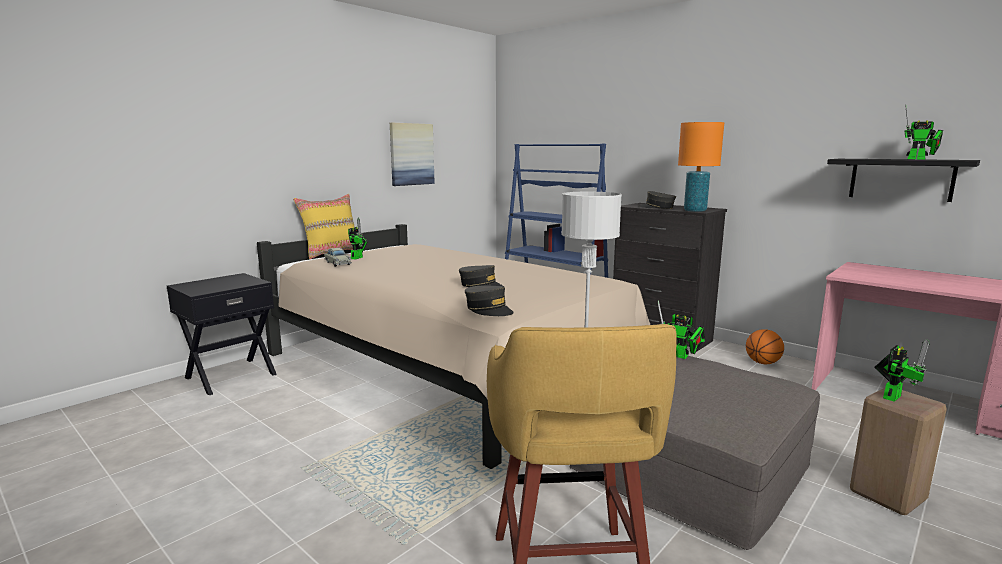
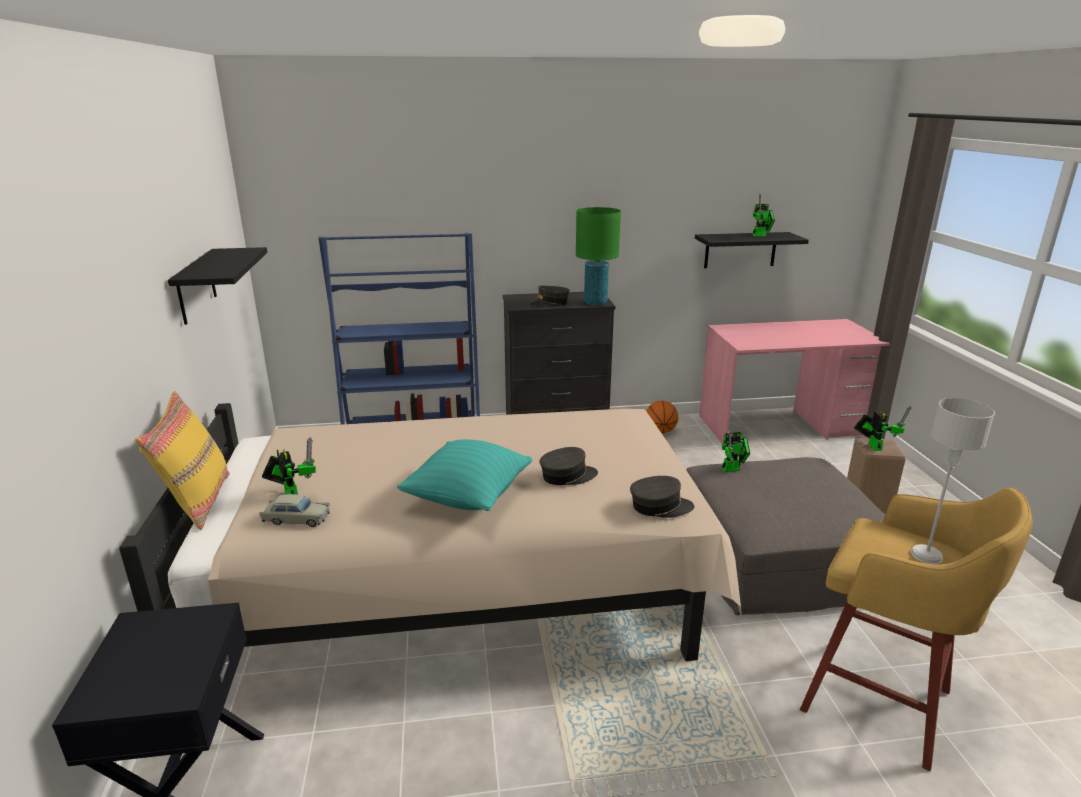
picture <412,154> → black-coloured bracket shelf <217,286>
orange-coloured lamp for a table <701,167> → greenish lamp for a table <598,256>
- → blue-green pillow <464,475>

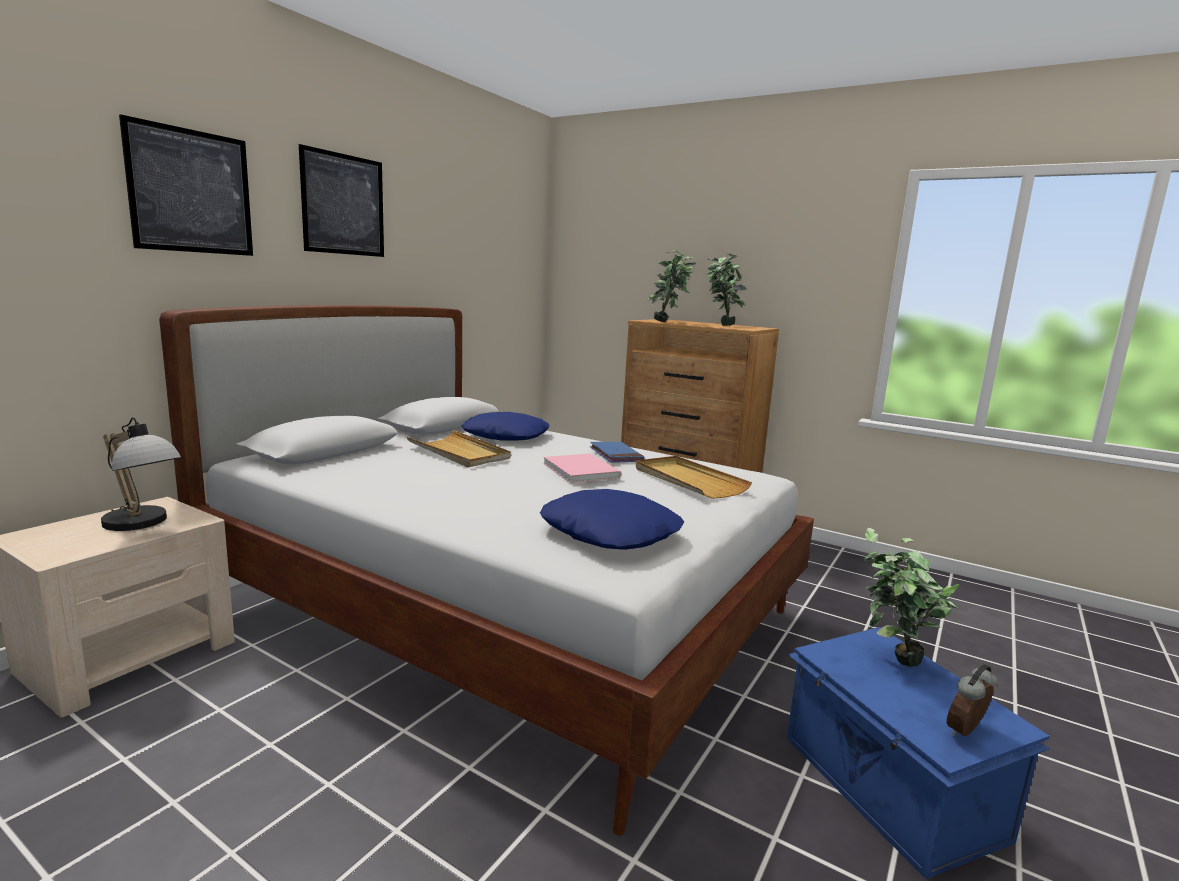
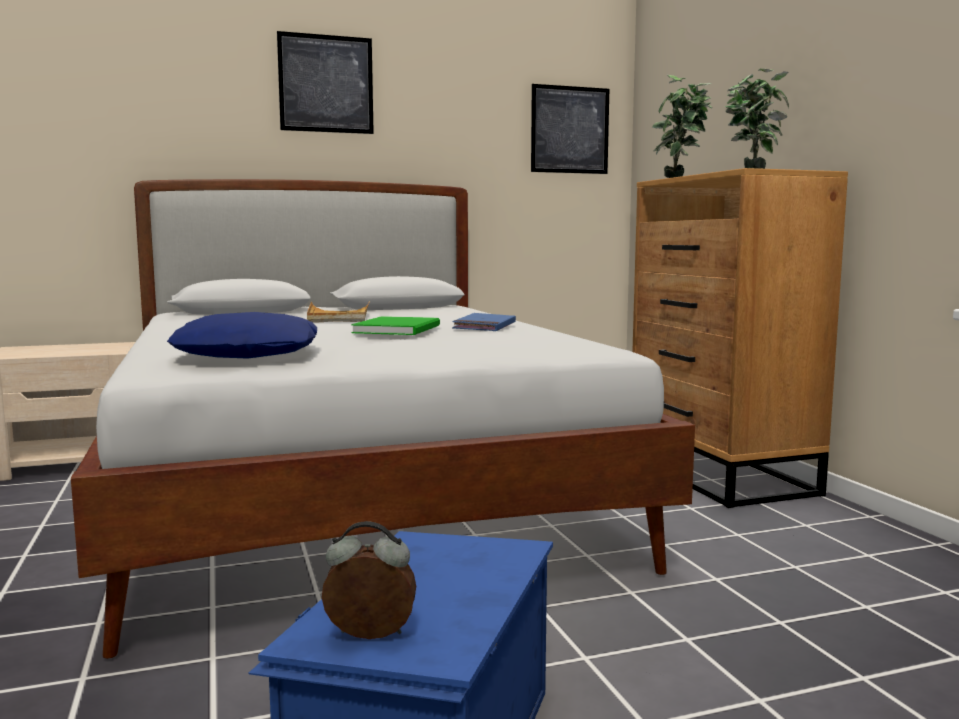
lamp for a table <141,474> → -
picture <186,185> → picture <570,129>, moved
blue-coloured pillow <506,426> → -
pink-coloured bound book <582,468> → greenish bound book <395,325>
beige tray <694,477> → -
potted plant <911,597> → -

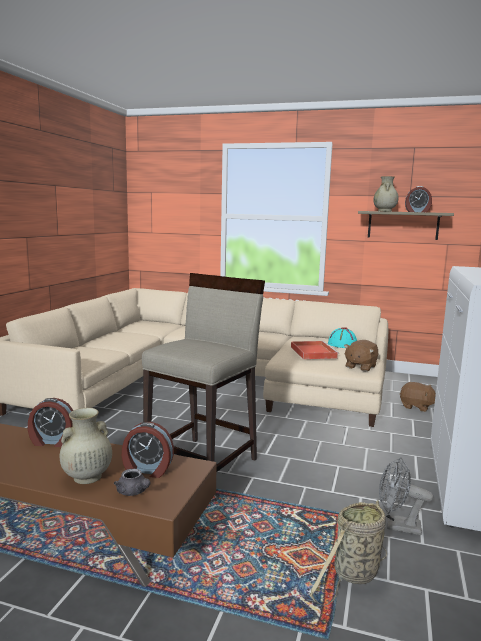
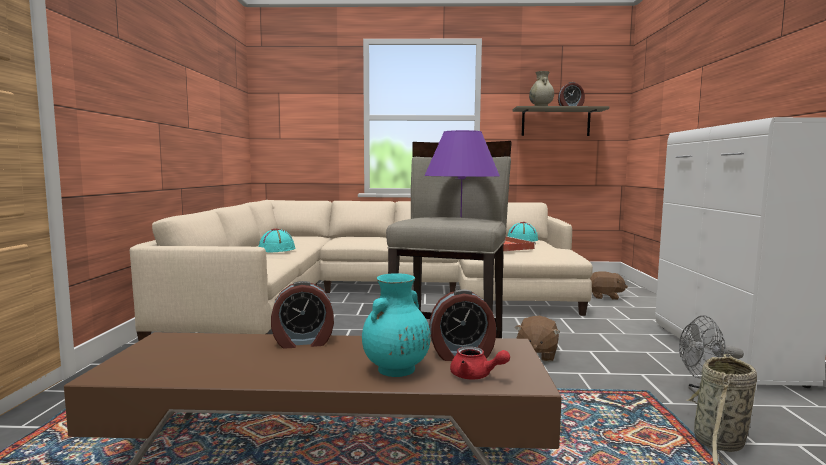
beige flower vase <86,446> → blue-green flower vase <396,325>
grey pot for tea <132,482> → red-coloured pot for tea <480,363>
brown cuddly toy <361,356> → brown cuddly toy <537,339>, moved
- → blue-green clothing hat <277,240>
- → purple lamp for a table <462,173>

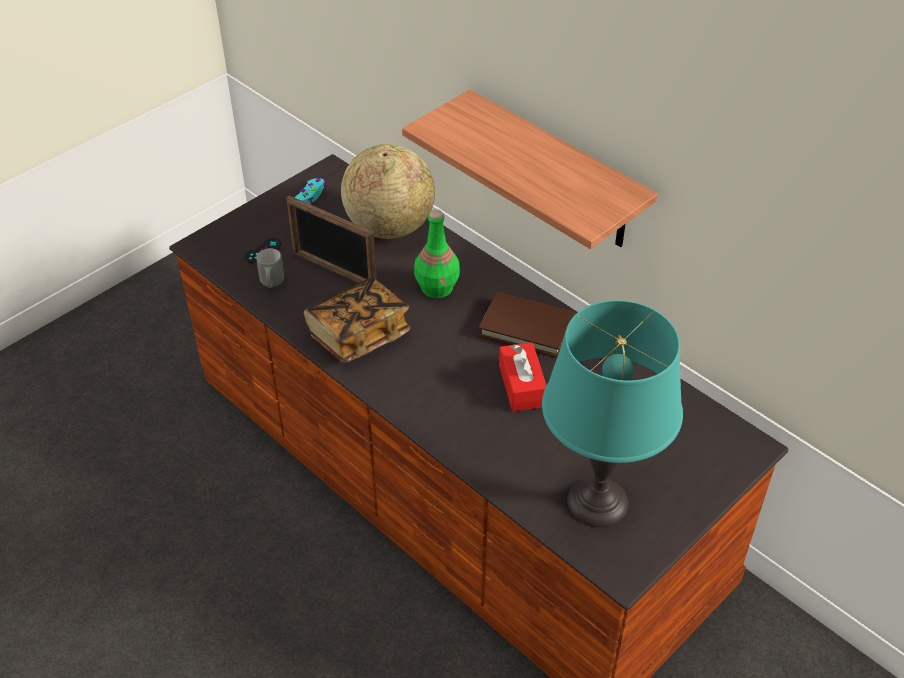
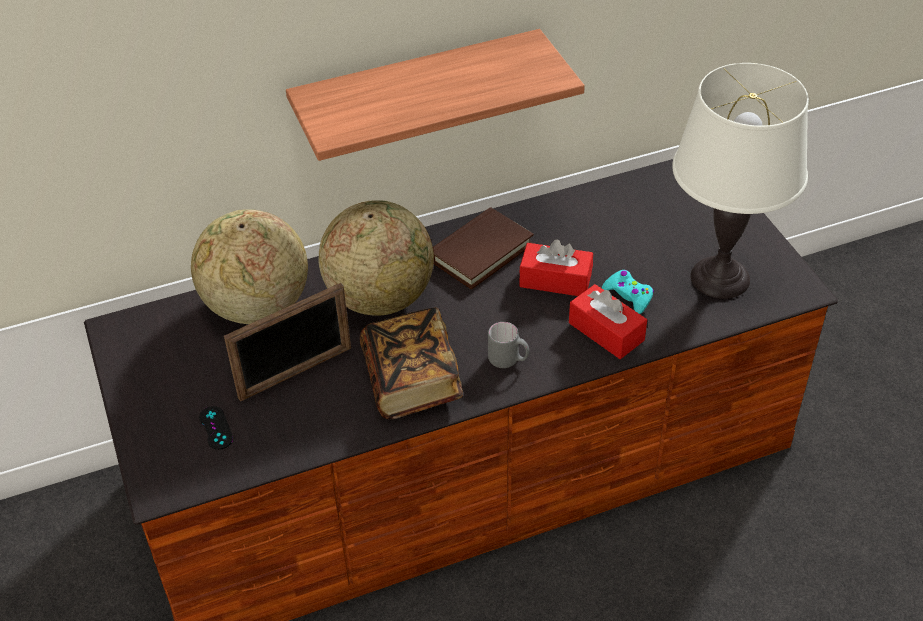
grey coffee mug <270,268> → grey coffee mug <508,345>, moved
blue-green gamepad <310,191> → blue-green gamepad <628,292>, moved
greenish drink bottle <437,253> → globe <376,258>
blue-green lamp for a table <612,413> → white-coloured lamp for a table <740,181>
- → red-coloured tissue box <608,321>

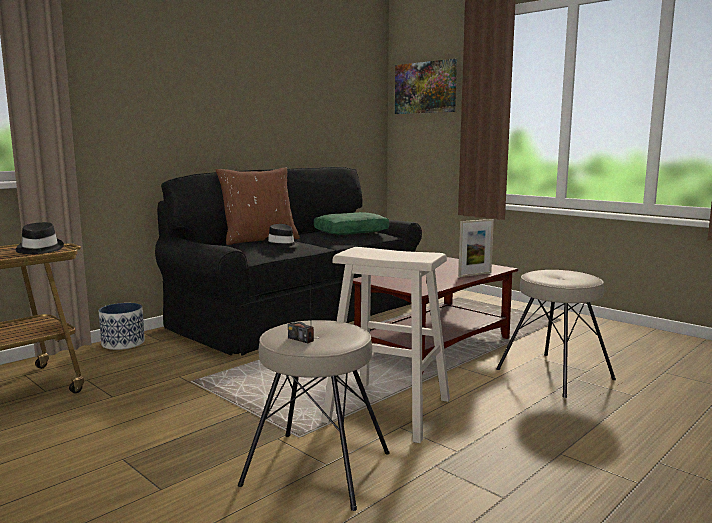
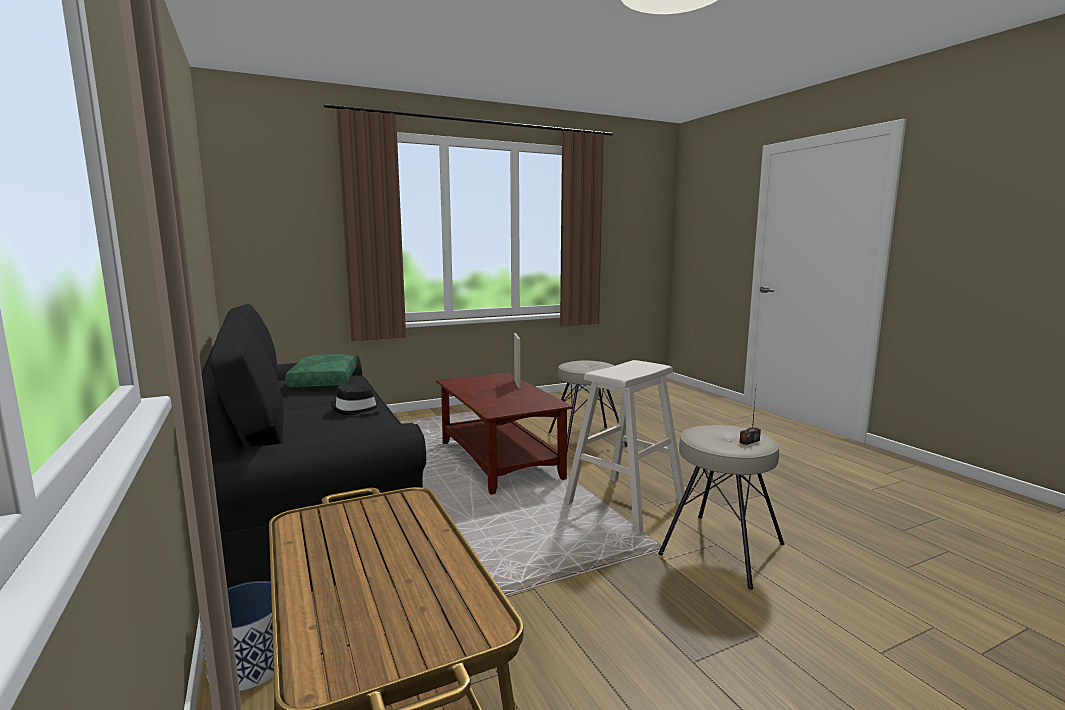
black-coloured clothing hat <40,238> → -
brown pillow <258,206> → -
picture <426,86> → -

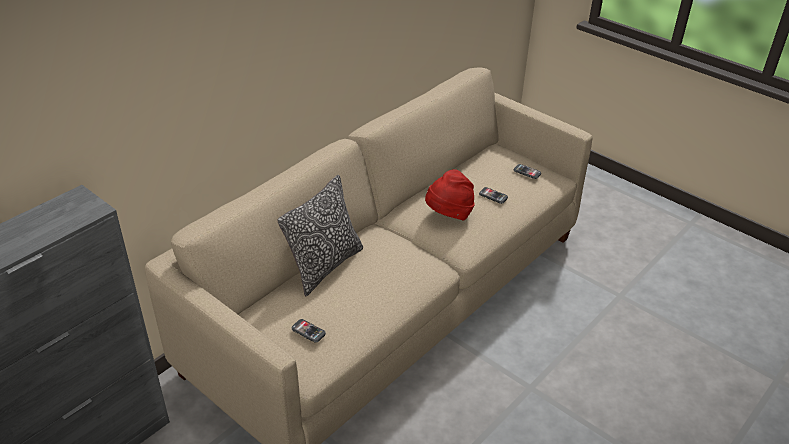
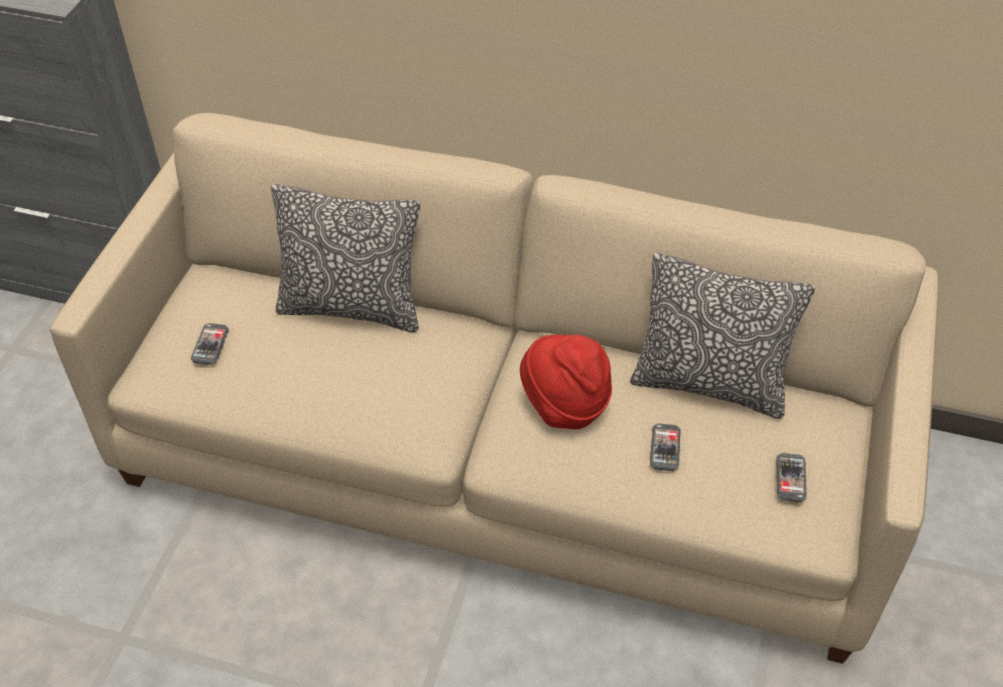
- → pillow <722,336>

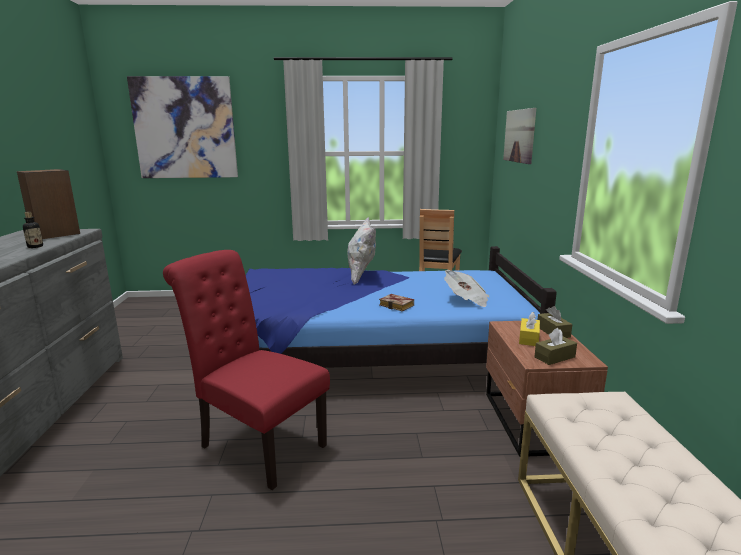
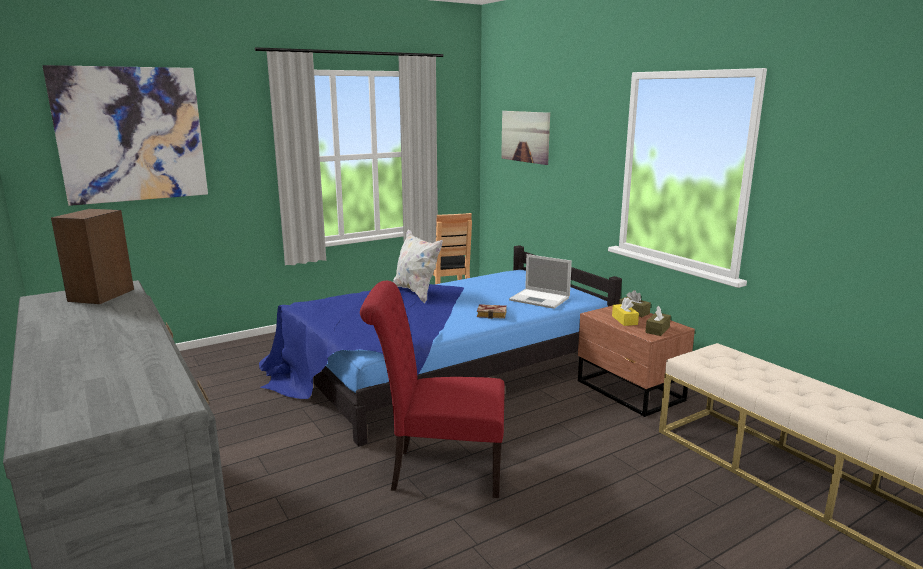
drink bottle <33,230> → -
printed paper <466,288> → portable computer <540,281>

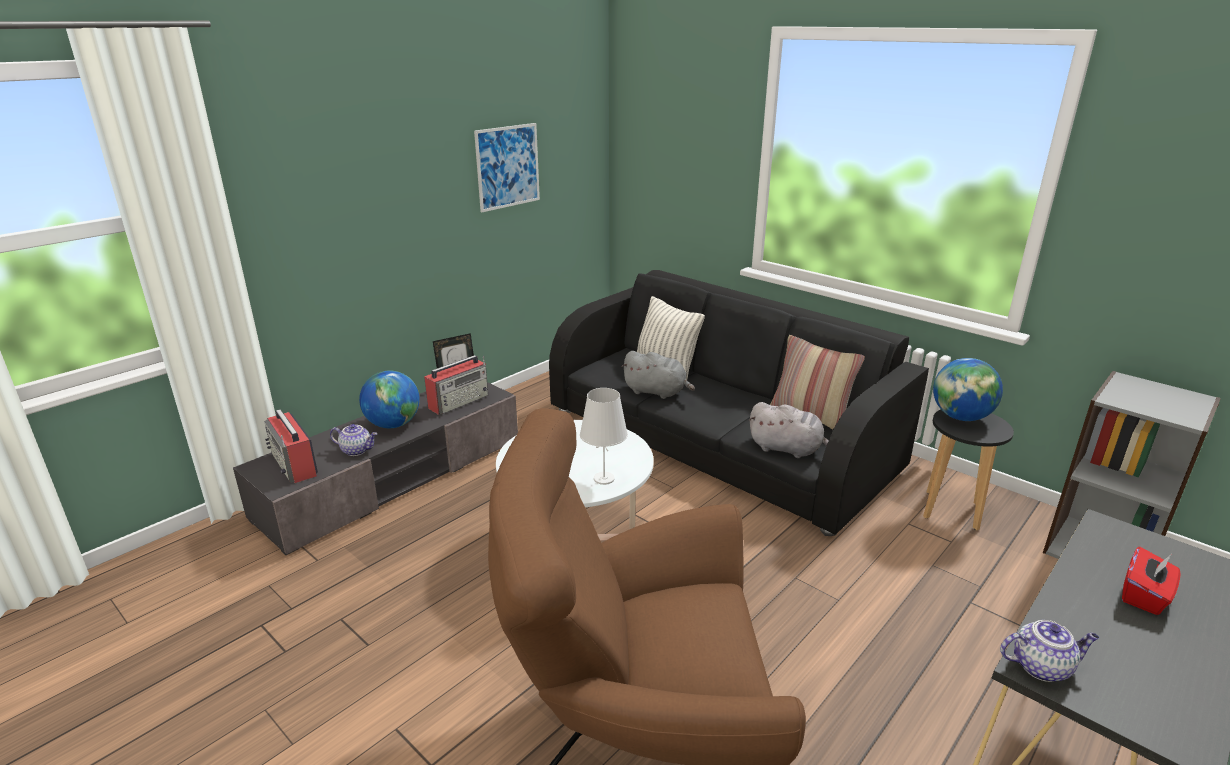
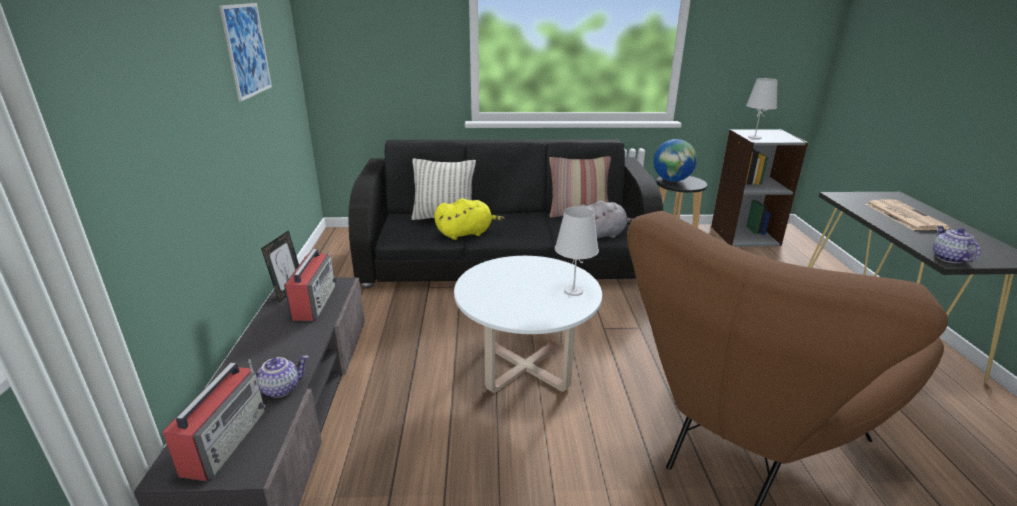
radio receiver <291,446> → radio receiver <214,420>, 90 degrees counterclockwise
globe <389,399> → -
grey cuddly toy <658,375> → yellow-coloured cuddly toy <469,219>
pot for tea <1049,651> → pot for tea <957,244>, 45 degrees counterclockwise
red-coloured tissue box <1151,581> → printed paper <907,214>
- → white-coloured lamp for a table <762,108>

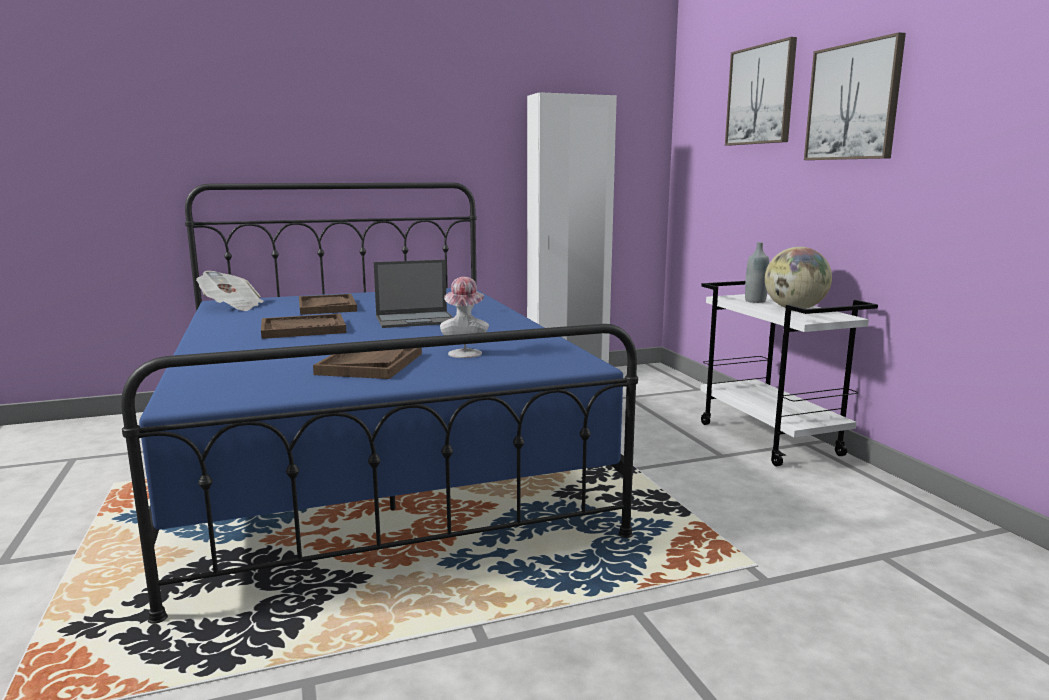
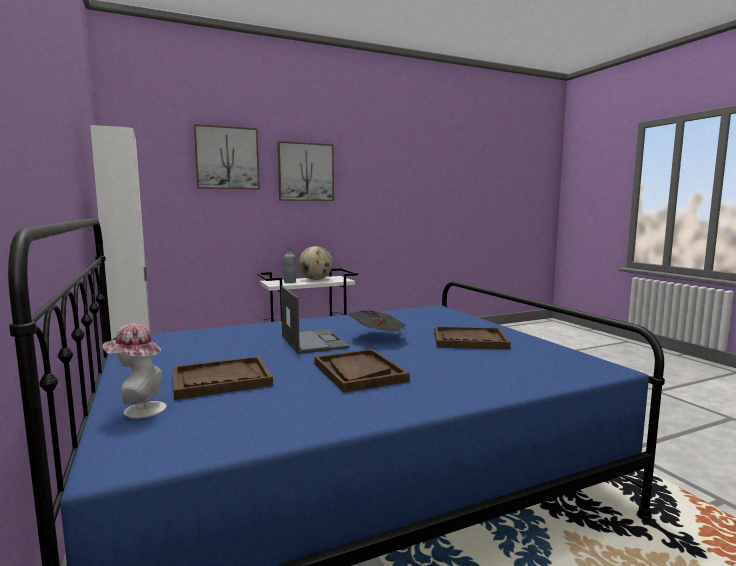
printed paper <230,291> → printed paper <377,321>, moved
clothing hat <464,317> → clothing hat <135,371>, moved

